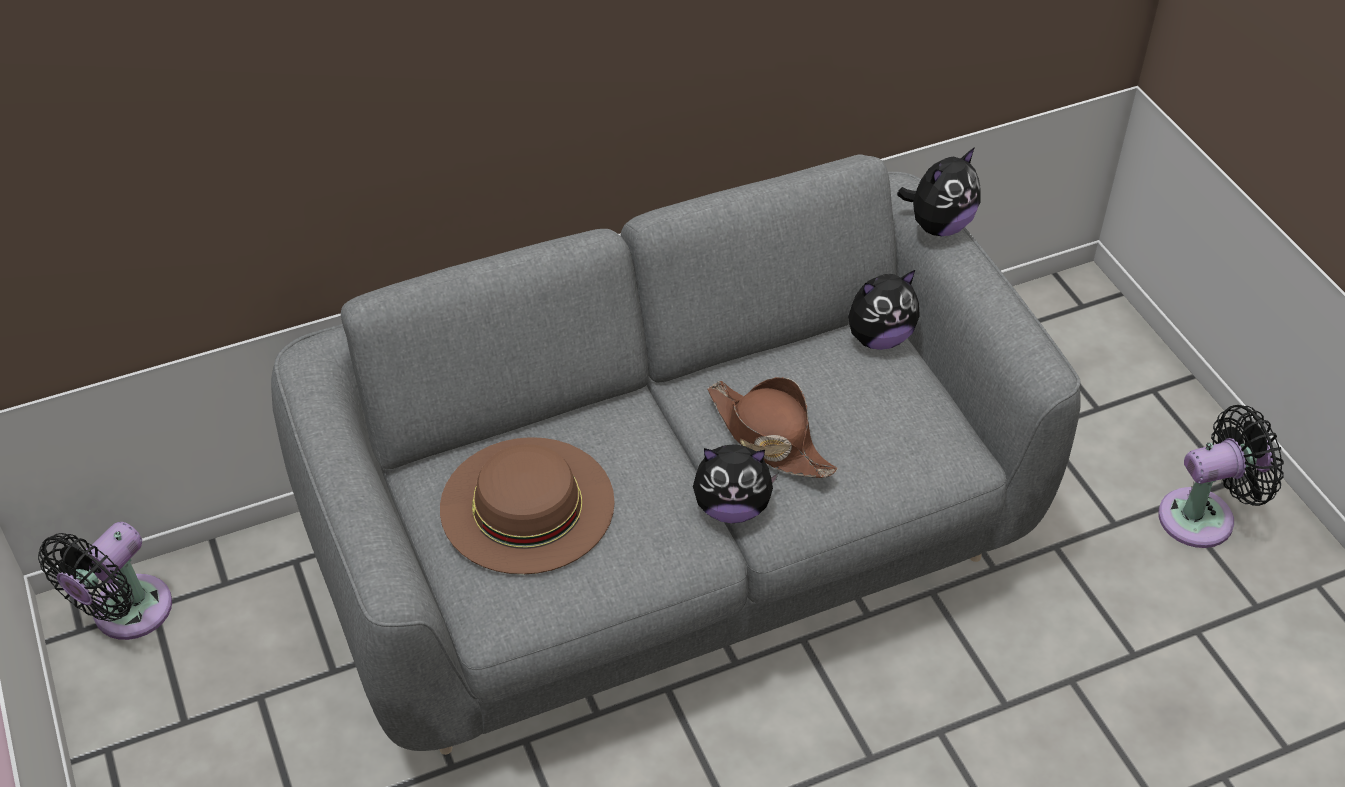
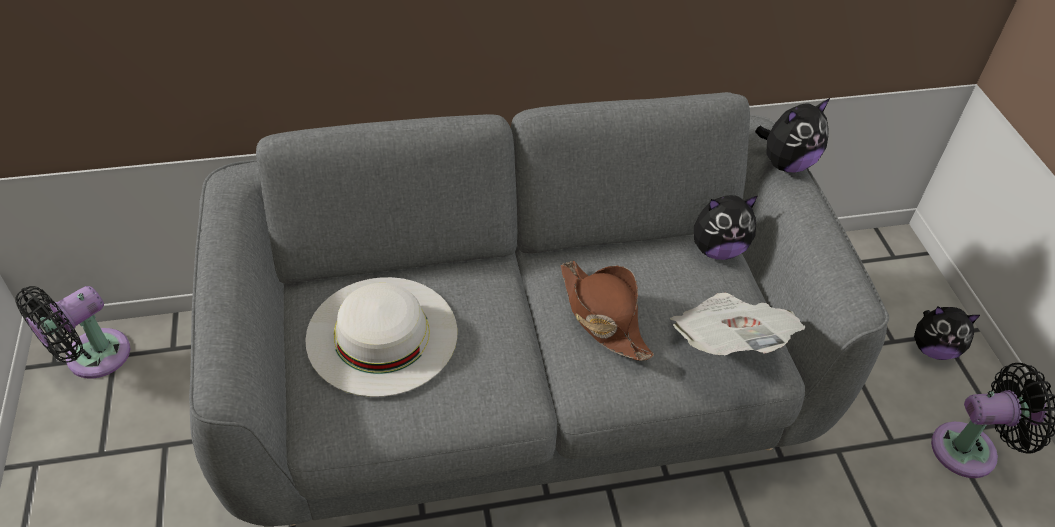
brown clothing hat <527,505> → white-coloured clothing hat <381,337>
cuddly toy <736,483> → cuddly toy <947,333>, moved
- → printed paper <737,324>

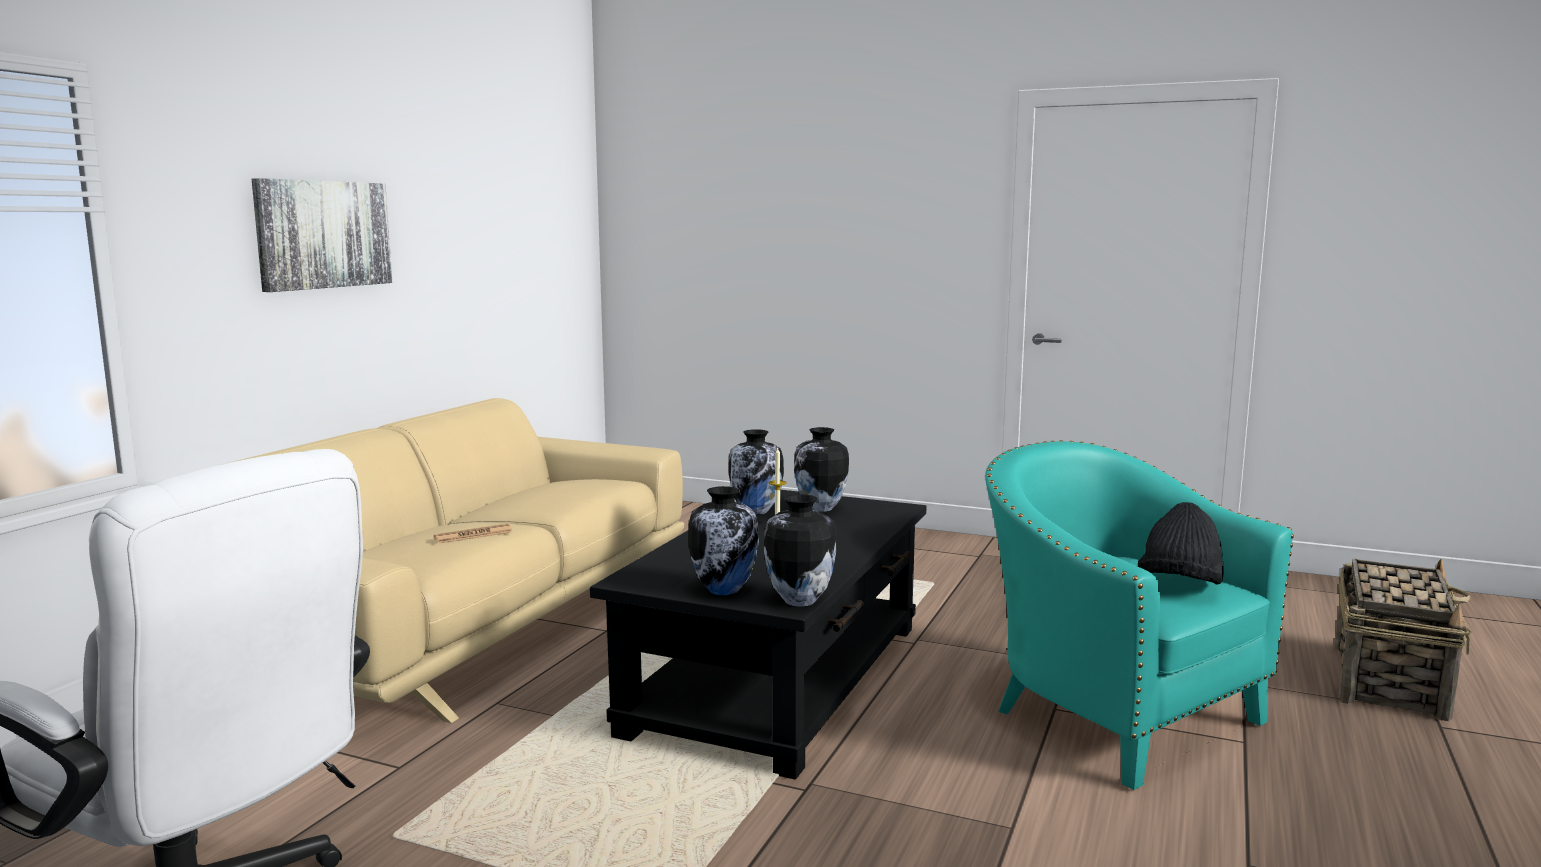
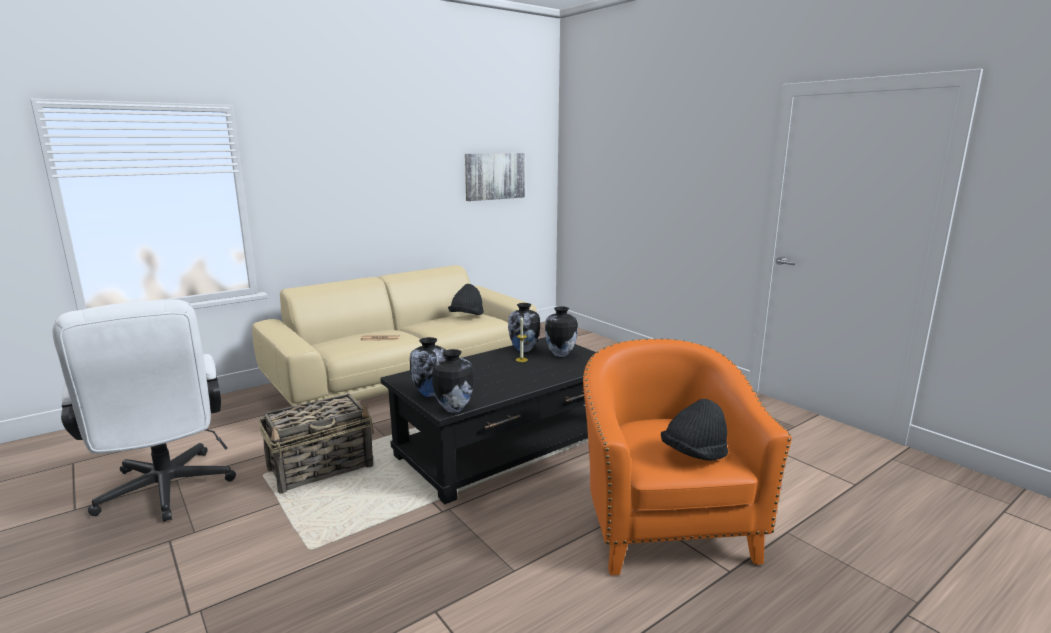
picture <322,235> → picture <495,177>, moved
blue-green lounge chair <1139,615> → orange-coloured lounge chair <687,457>
household basket <1403,640> → household basket <316,444>, moved
- → black-coloured clothing hat <466,299>

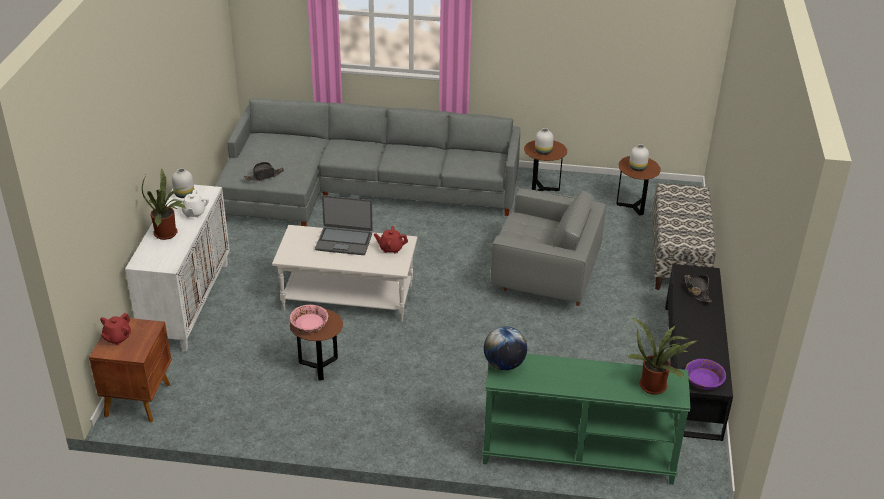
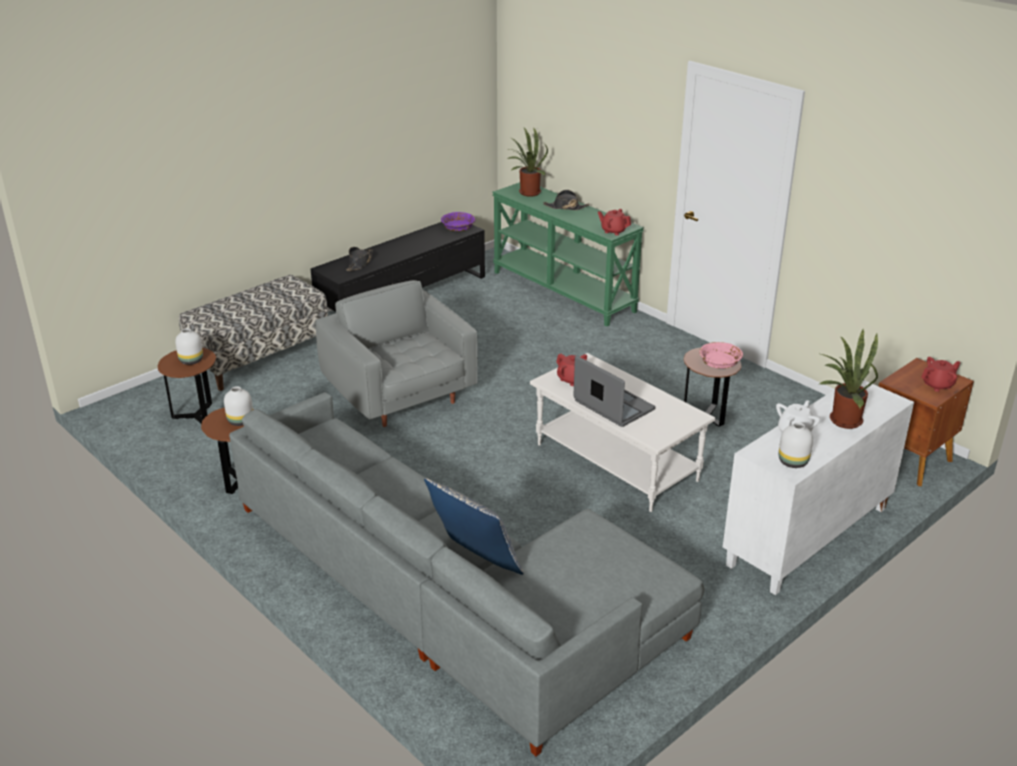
black-coloured clothing hat <264,171> → black-coloured clothing hat <566,200>, moved
globe <505,348> → red-coloured pot for tea <614,222>
- → pillow <474,526>

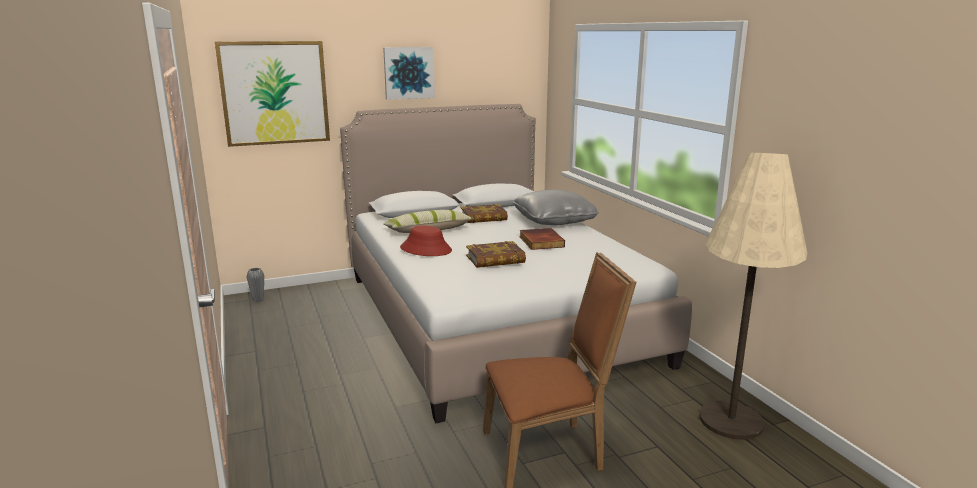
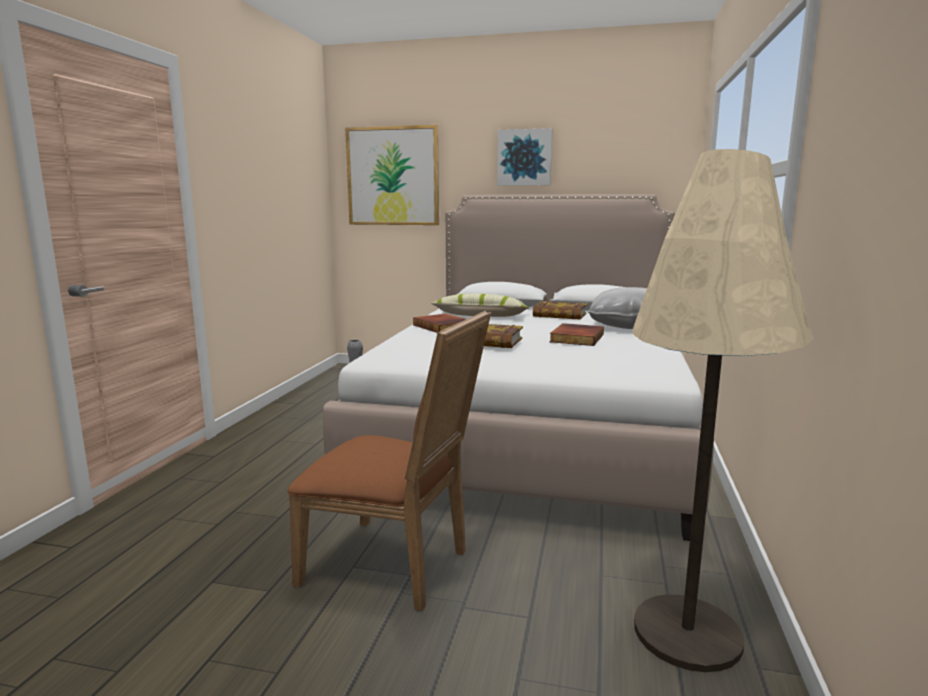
red-coloured clothing hat <426,240> → bound book <439,323>

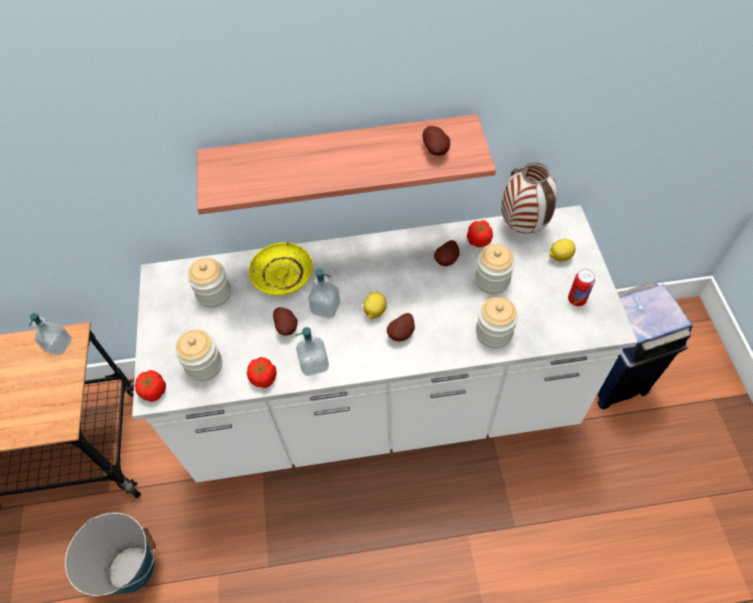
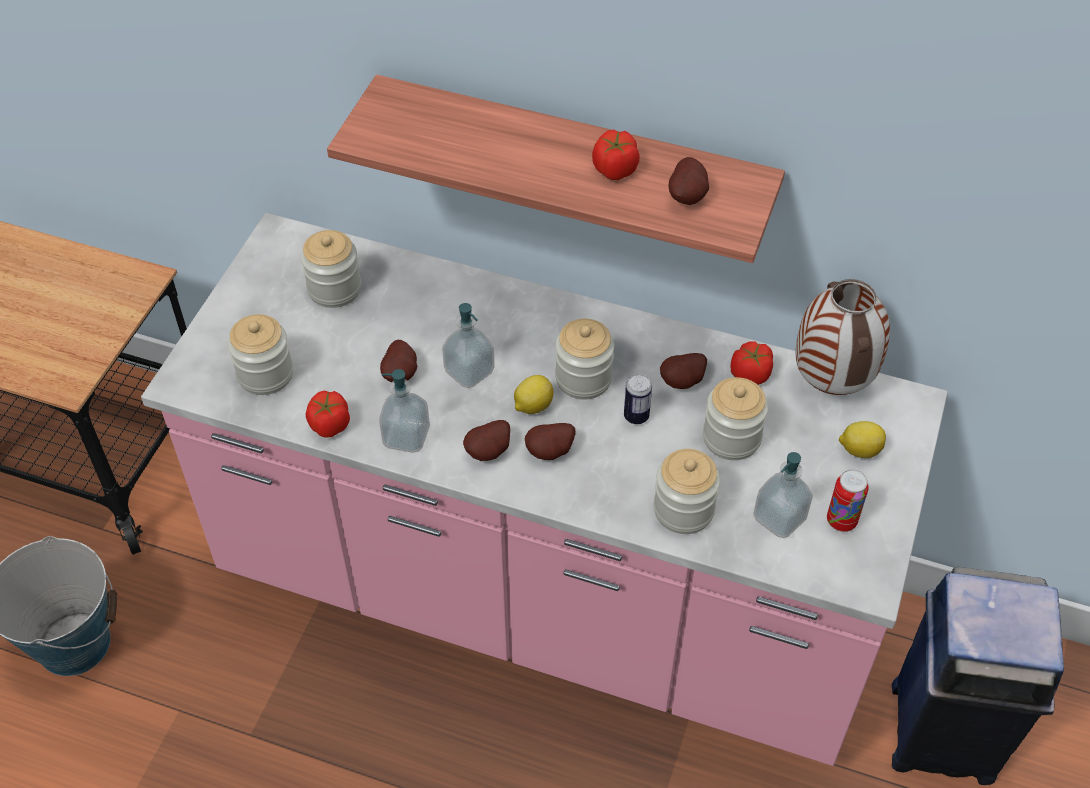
soap dispenser <50,334> → soap dispenser <783,495>, moved
white-coloured kitchen counter <385,343> → pink-coloured kitchen counter <544,489>
fresh tomato <150,386> → fresh tomato <616,155>, moved
yellow-coloured plate <281,269> → -
- → spud <486,440>
- → storage jar <584,359>
- → sealed can <638,399>

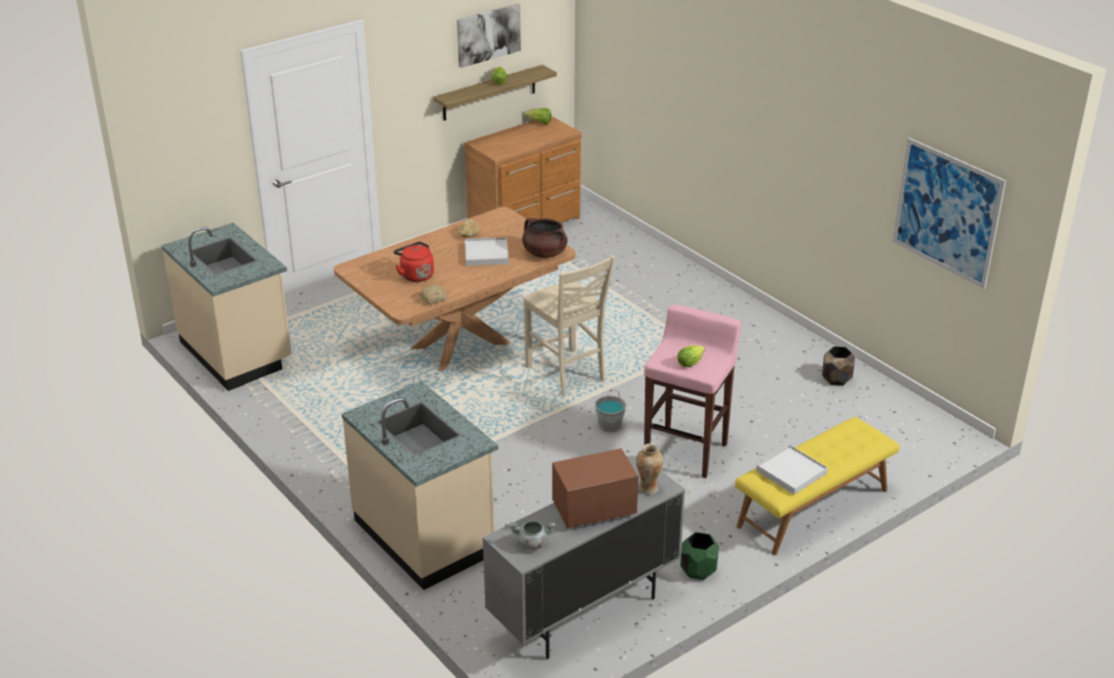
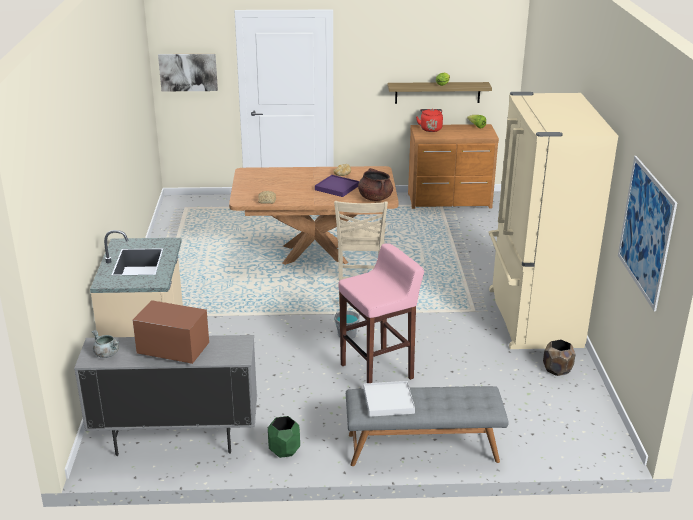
beige kitchen counter <226,307> → -
red-coloured tea kettle <414,262> → red-coloured tea kettle <429,120>, moved
picture <489,36> → picture <188,72>, moved
white-coloured tray <487,251> → purple tray <337,186>
flower vase <649,469> → -
lettuce head <691,356> → -
yellow-coloured indoor bench <817,486> → grey indoor bench <427,426>
- → beige refrigerator <553,220>

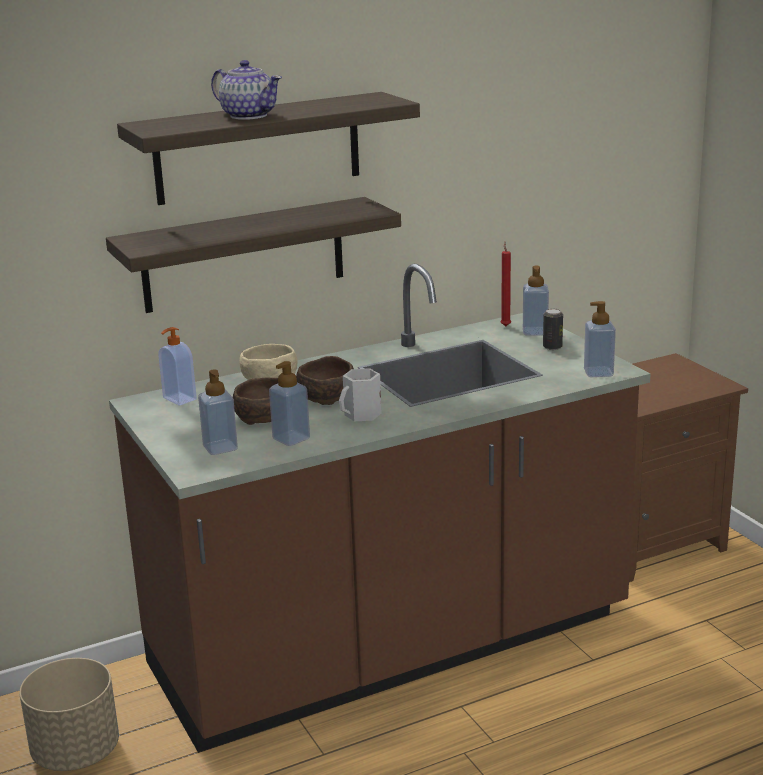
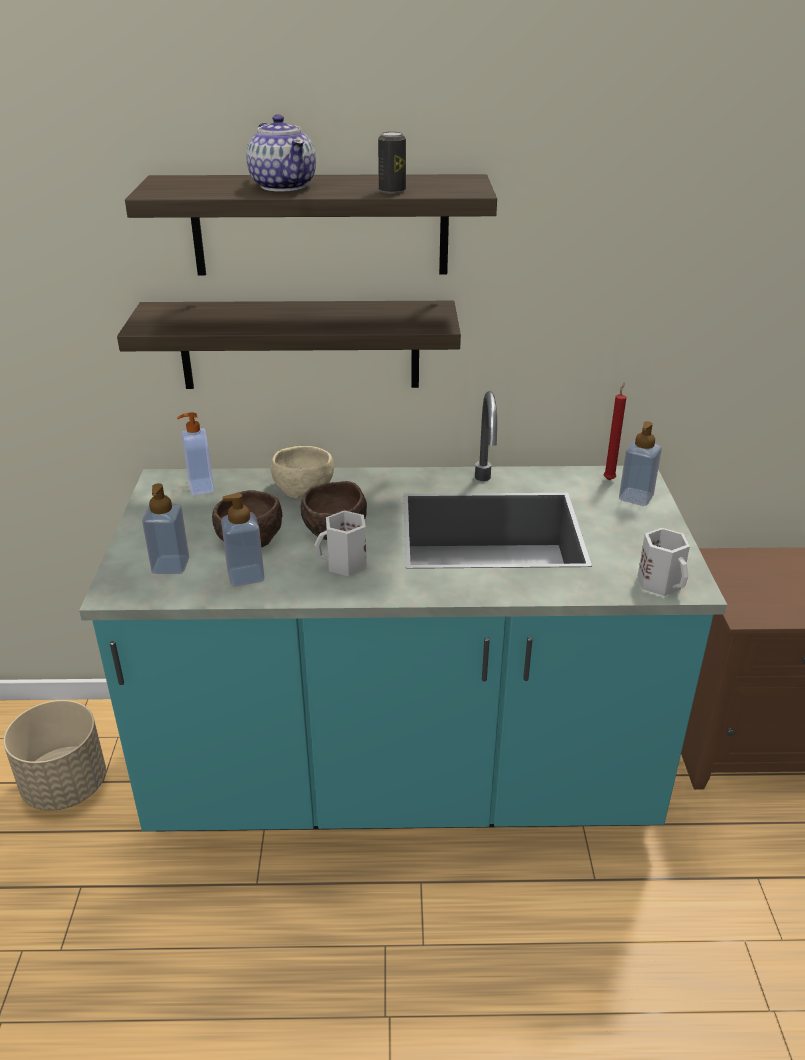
brown kitchen counter <379,508> → blue-green kitchen counter <403,611>
sealed can <553,329> → sealed can <392,162>, moved
soap dispenser <600,339> → white-coloured coffee mug <664,562>

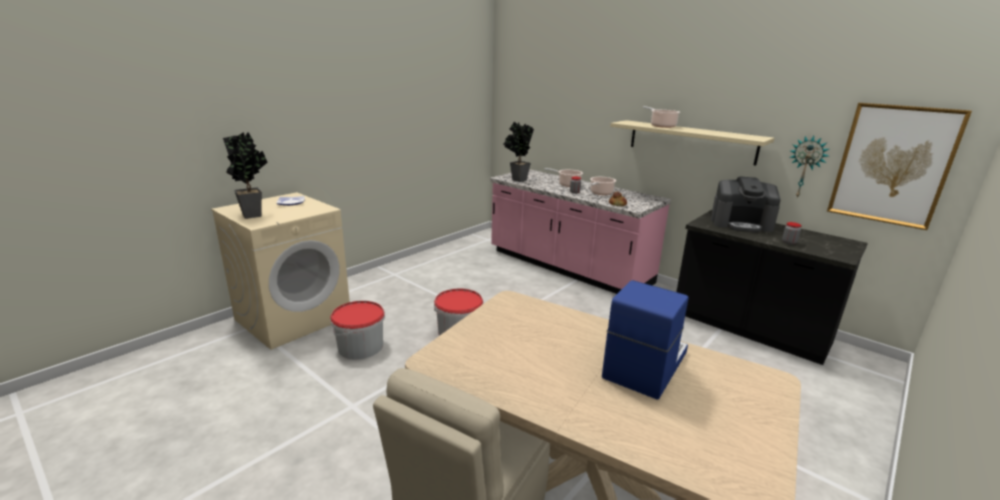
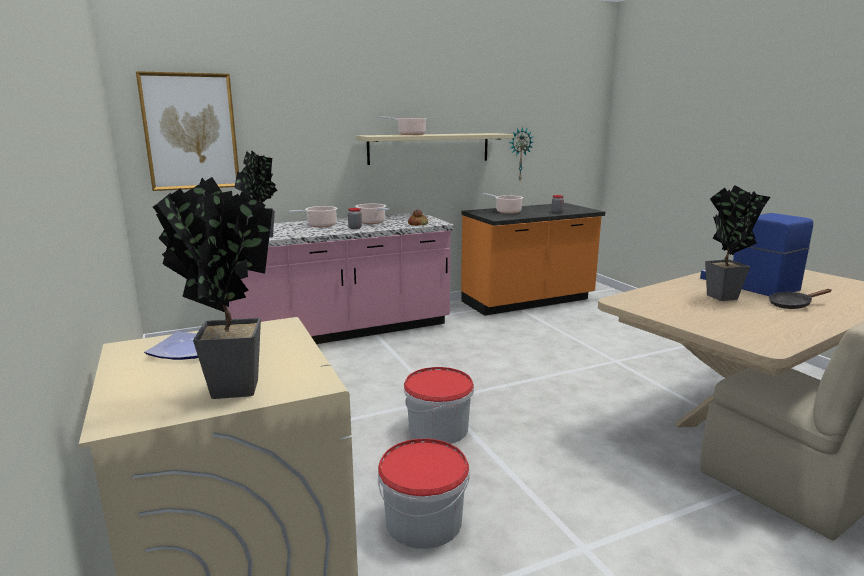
black-coloured kitchen counter <772,287> → orange-coloured kitchen counter <533,259>
coffee brewer <746,204> → stockpot <502,203>
picture <899,166> → picture <187,131>, moved
- → potted plant <738,243>
- → black-coloured pan <800,299>

